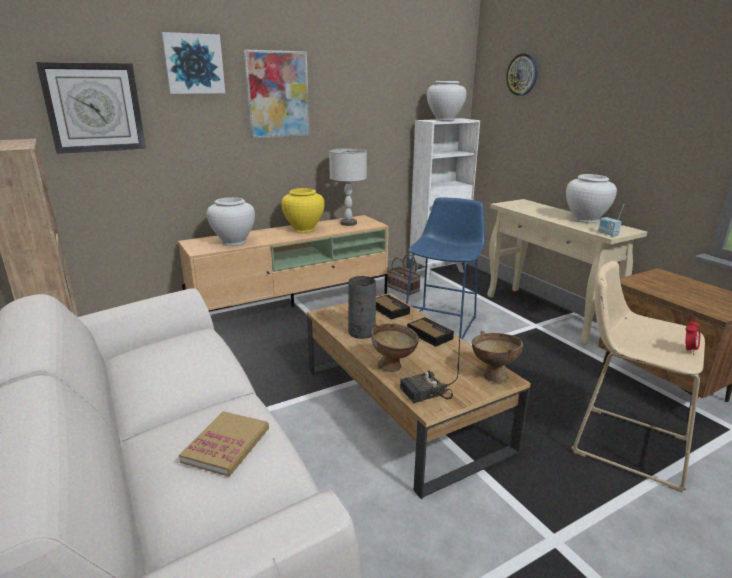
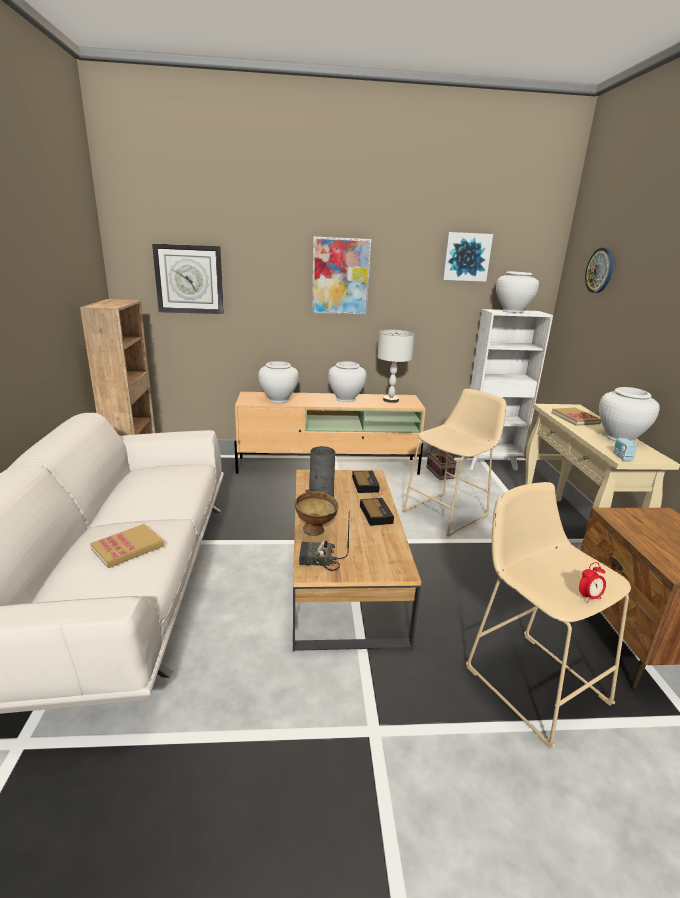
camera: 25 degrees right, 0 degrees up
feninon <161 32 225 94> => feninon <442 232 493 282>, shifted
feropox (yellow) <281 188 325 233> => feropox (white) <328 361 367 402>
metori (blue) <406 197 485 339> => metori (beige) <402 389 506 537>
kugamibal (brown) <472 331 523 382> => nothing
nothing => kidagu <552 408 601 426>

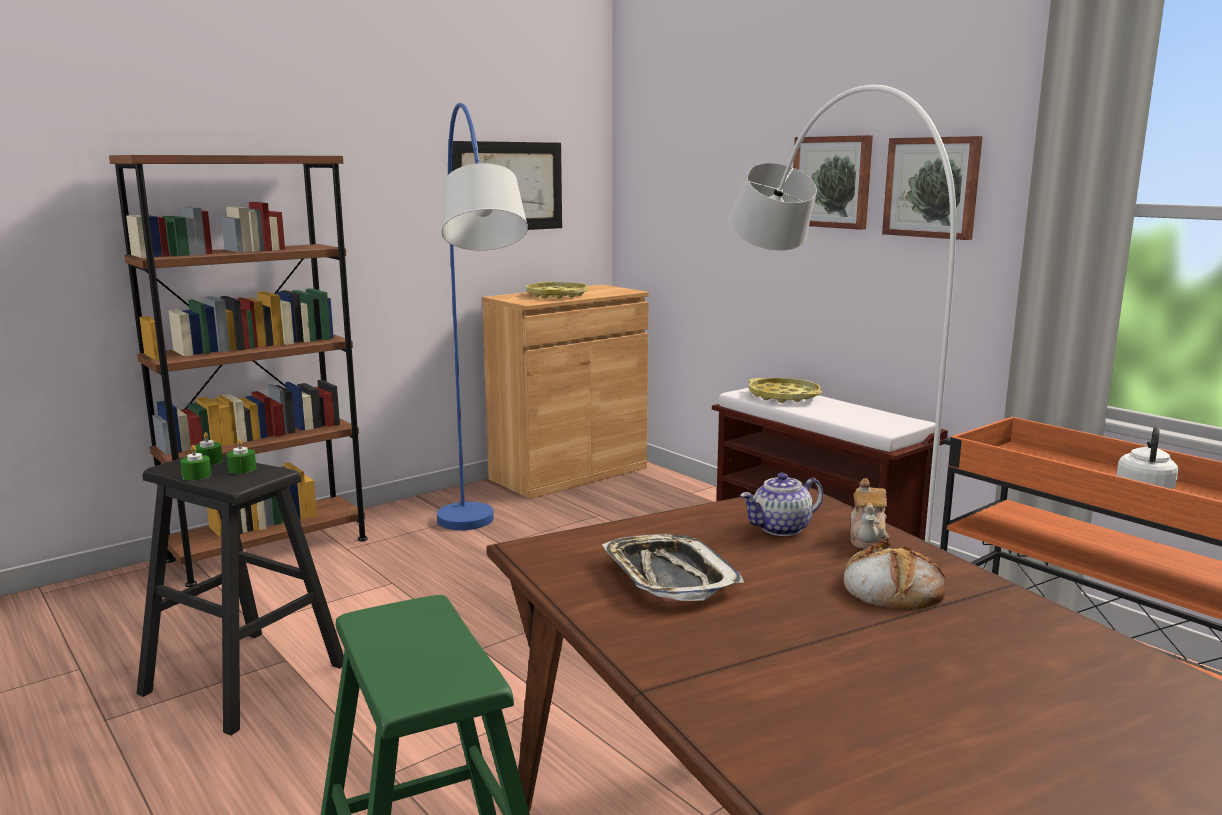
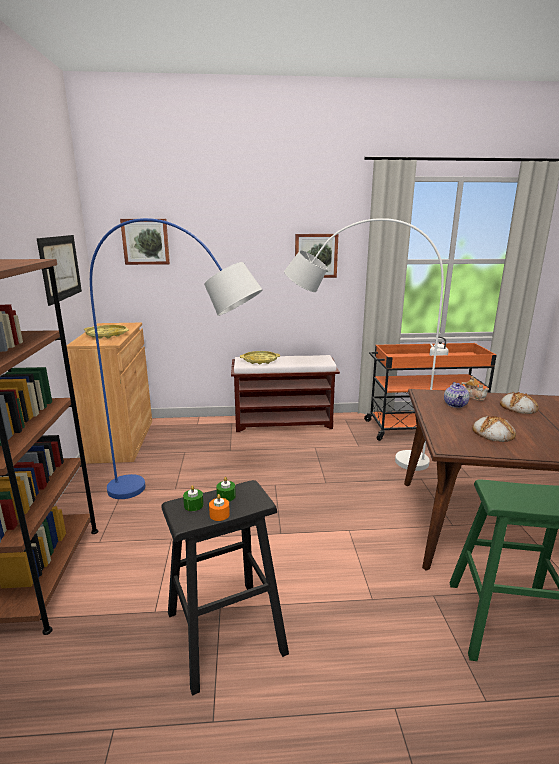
camera: 55 degrees left, 5 degrees up
feninon <793 135 873 230> => feninon <120 219 170 265>, shifted
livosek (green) <180 445 211 481> => livosek (orange) <209 494 230 521>
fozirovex <602 534 744 601> => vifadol <472 415 516 442>

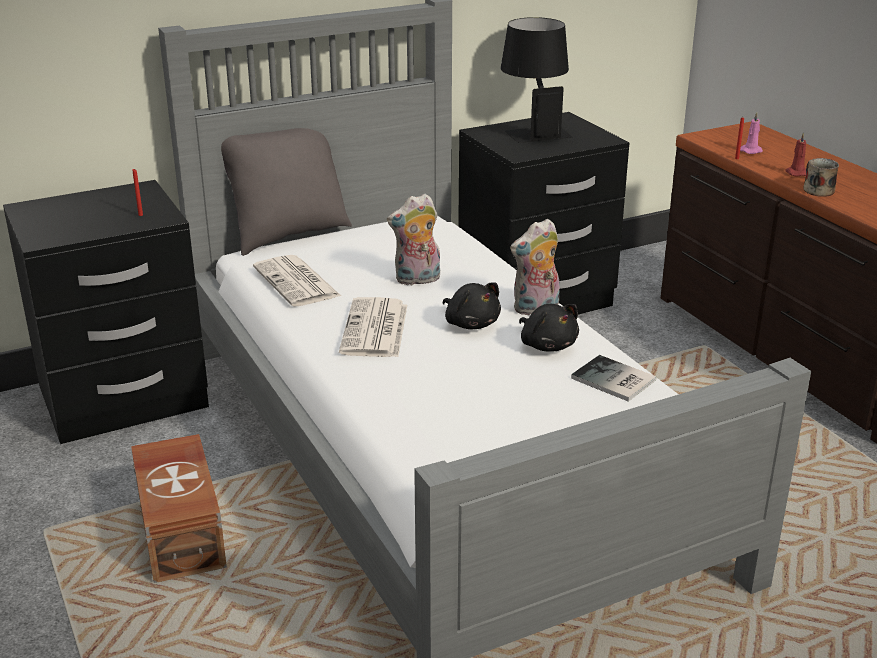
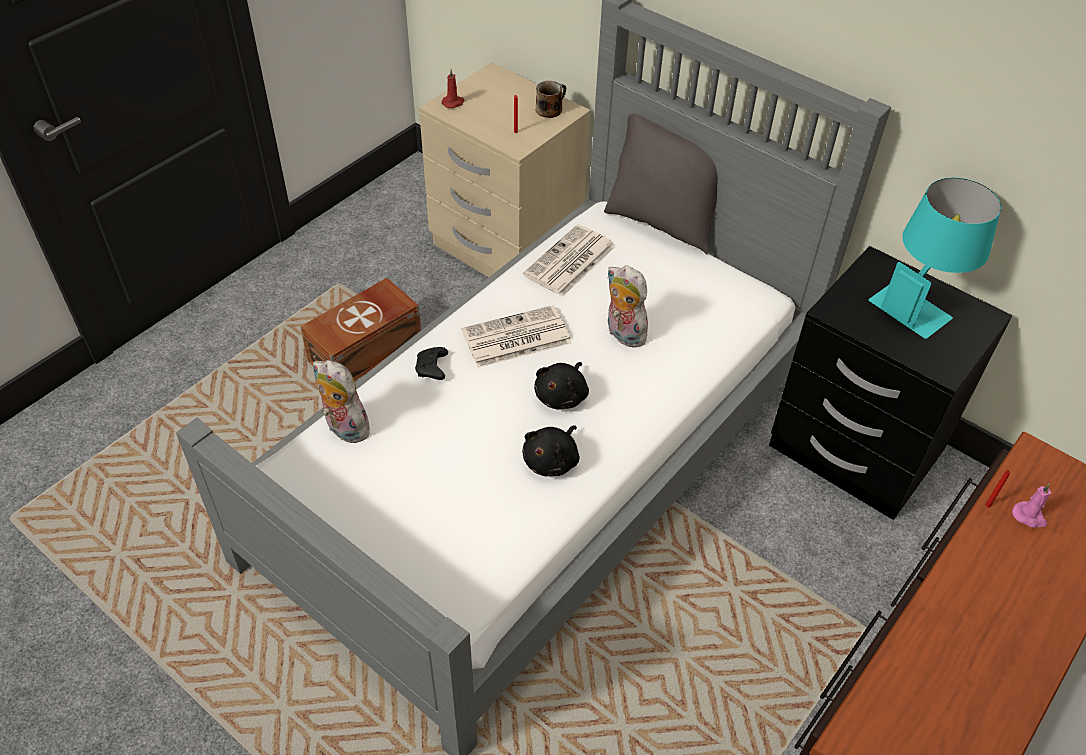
camera: 65 degrees right, 20 degrees up
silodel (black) <501 17 572 143> => silodel (turquoise) <869 178 1001 339>
livosek (red) <785 132 806 177> => livosek (red) <442 69 465 108>, shifted
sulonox <803 158 839 197> => sulonox <536 81 566 118>, shifted
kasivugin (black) <3 180 209 444> => kasivugin (beige) <419 62 591 277>
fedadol <510 219 560 315> => fedadol <313 360 371 443>, shifted
kidagu <571 355 657 402> => nothing
nothing => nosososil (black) <415 347 448 380>

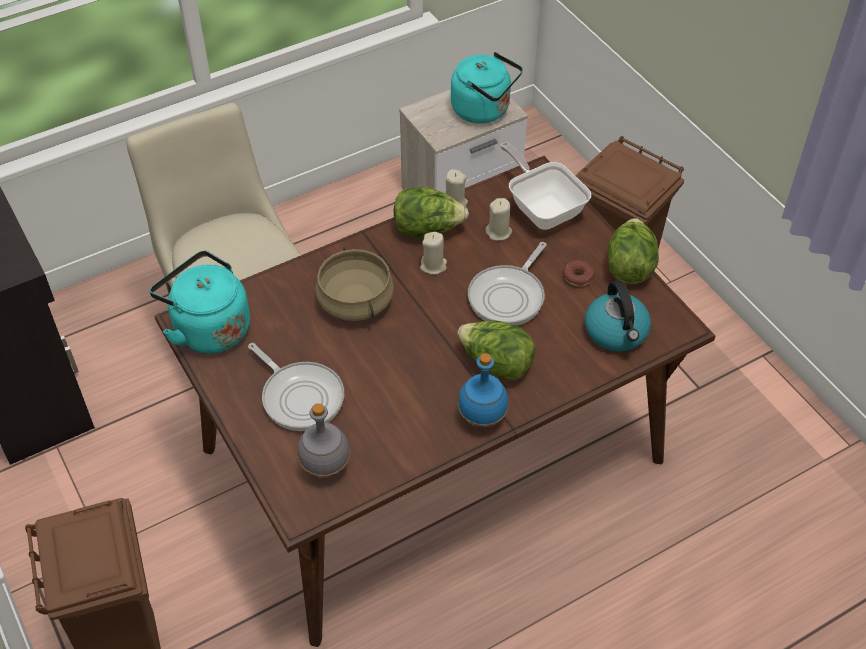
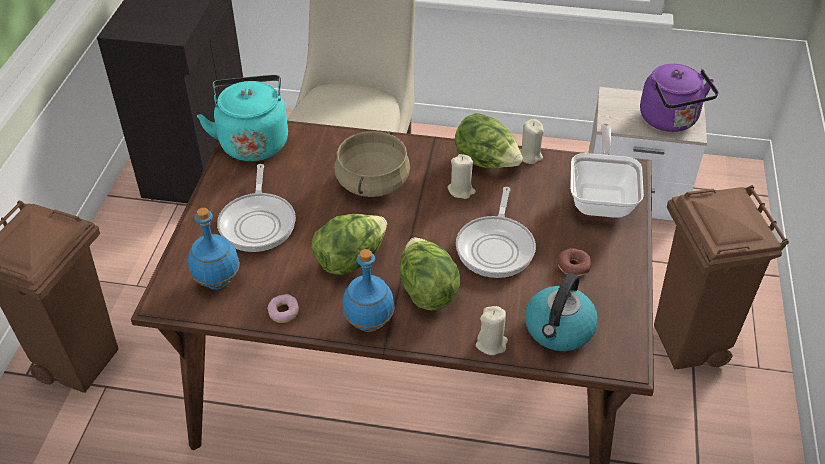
camera: 40 degrees right, 5 degrees down
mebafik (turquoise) <451 52 523 123> => mebafik (purple) <640 64 719 132>
livosek (beige) <485 198 512 241> => livosek (beige) <476 306 508 355>, shifted
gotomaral <608 218 659 284> => gotomaral <311 214 387 275>, shifted
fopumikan <468 242 547 326> => fopumikan <456 187 536 278>, 60 degrees counterclockwise
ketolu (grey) <298 403 350 478> => ketolu (blue) <188 208 240 290>
nothing => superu <268 294 299 323>

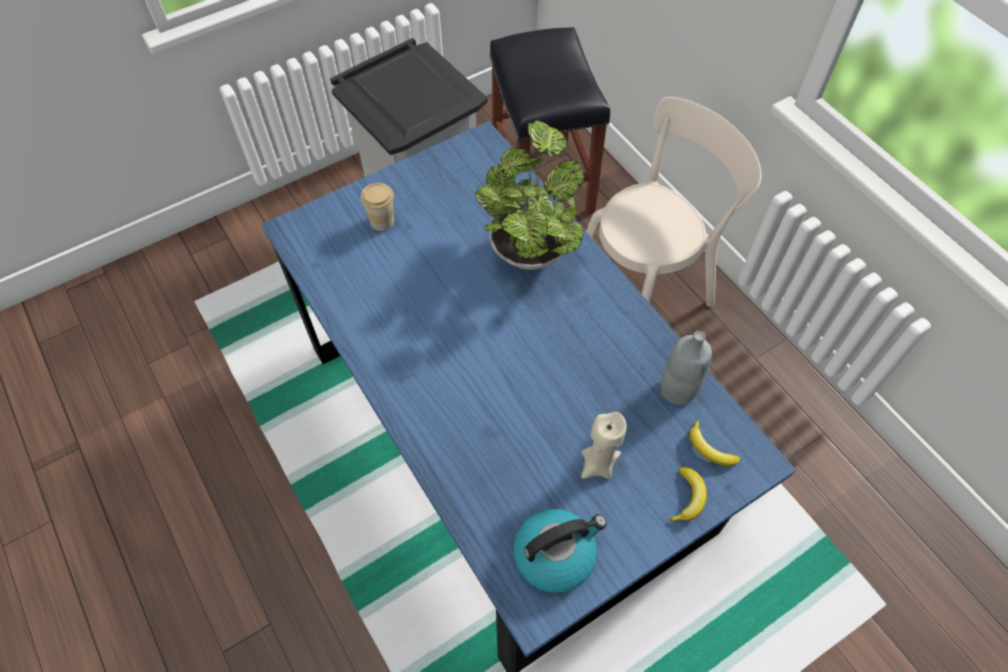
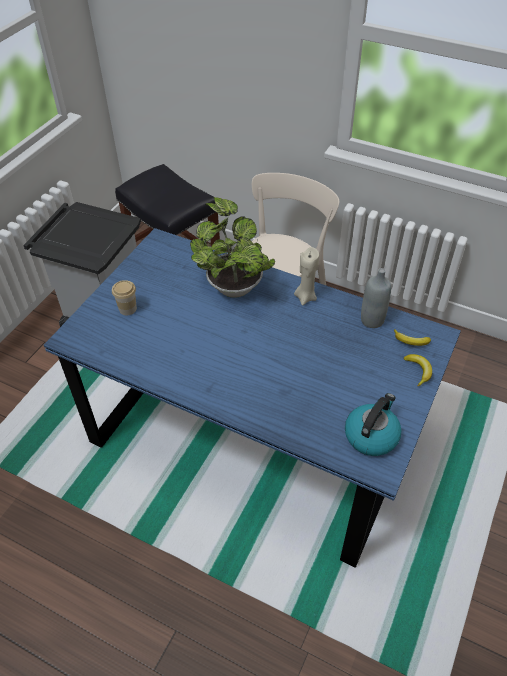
camera: 30 degrees left, 10 degrees down
livosek (beige) <581 412 627 479> => livosek (beige) <294 247 319 305>, shifted

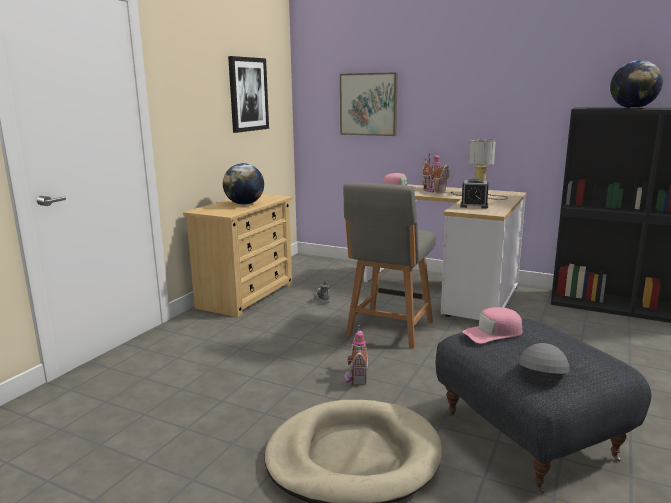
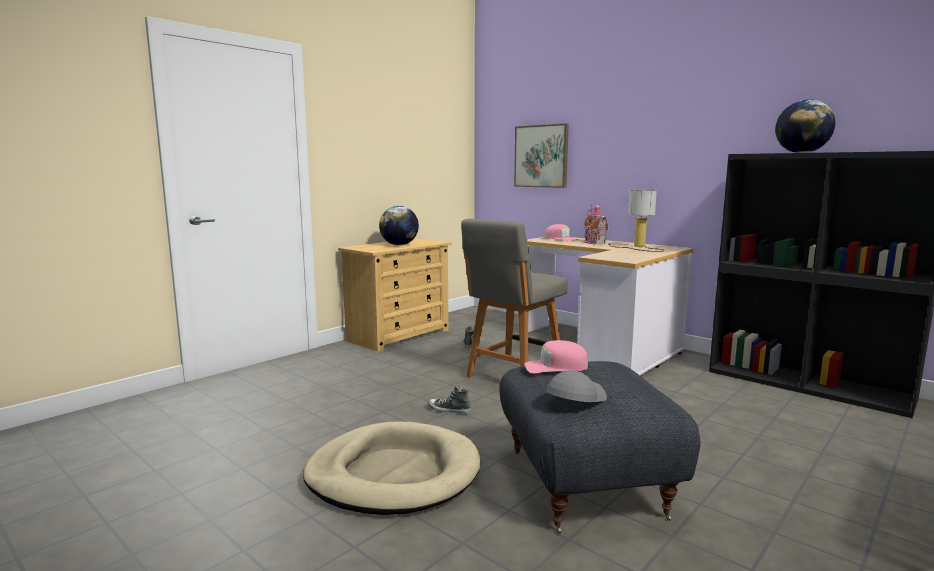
camera: 15 degrees right, 5 degrees down
feninon <228 56 269 133> => nothing
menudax <460 179 489 209> => nothing
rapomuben <345 324 368 384> => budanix <428 385 471 414>

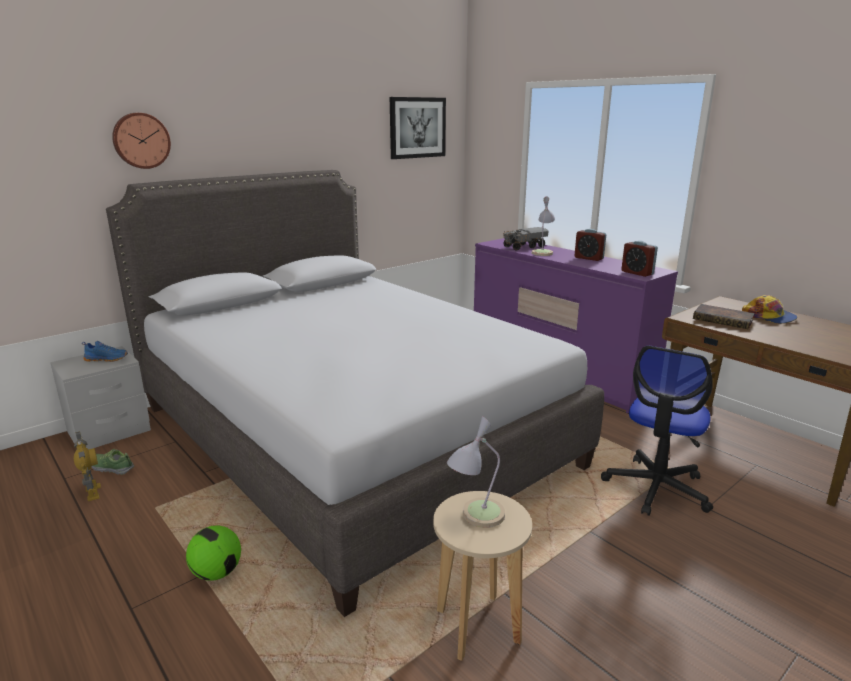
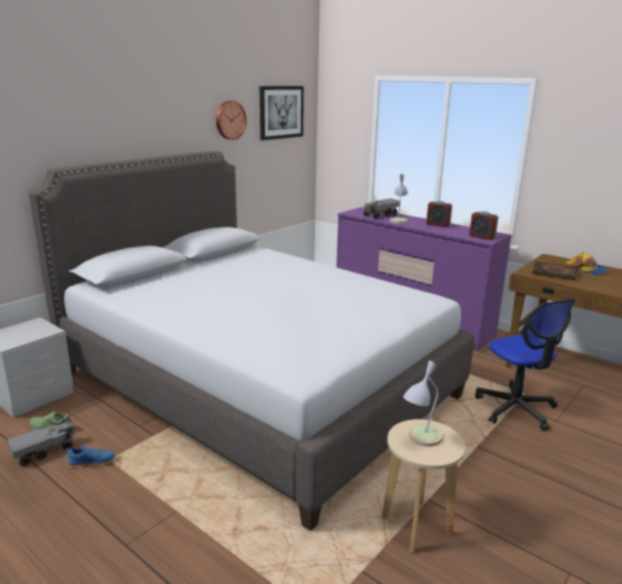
camera: 10 degrees left, 0 degrees up
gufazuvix <112 113 171 169> => gufazuvix <216 101 247 140>, shifted
budanix (blue) <82 341 128 362> => budanix (blue) <65 445 115 468>, shifted
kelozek <601 346 713 516> => kelozek <475 298 576 431>, 45 degrees counterclockwise
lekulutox <74 432 101 501> => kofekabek <6 421 76 467>
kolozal <186 525 241 581> => nothing

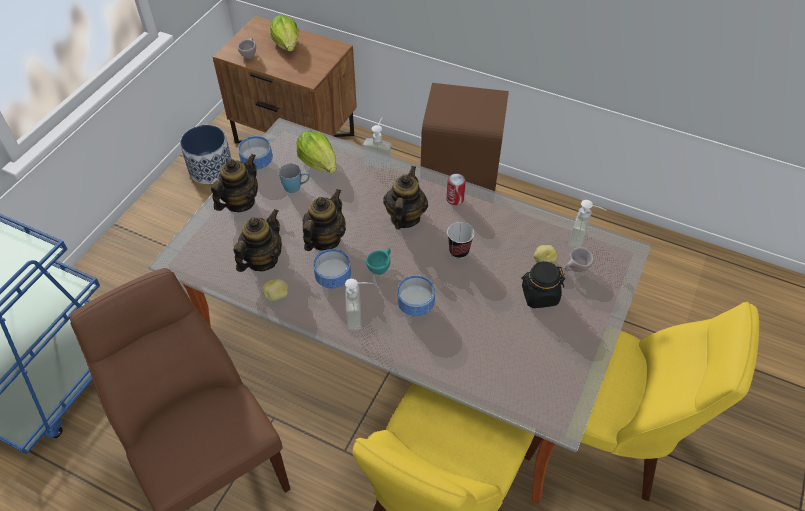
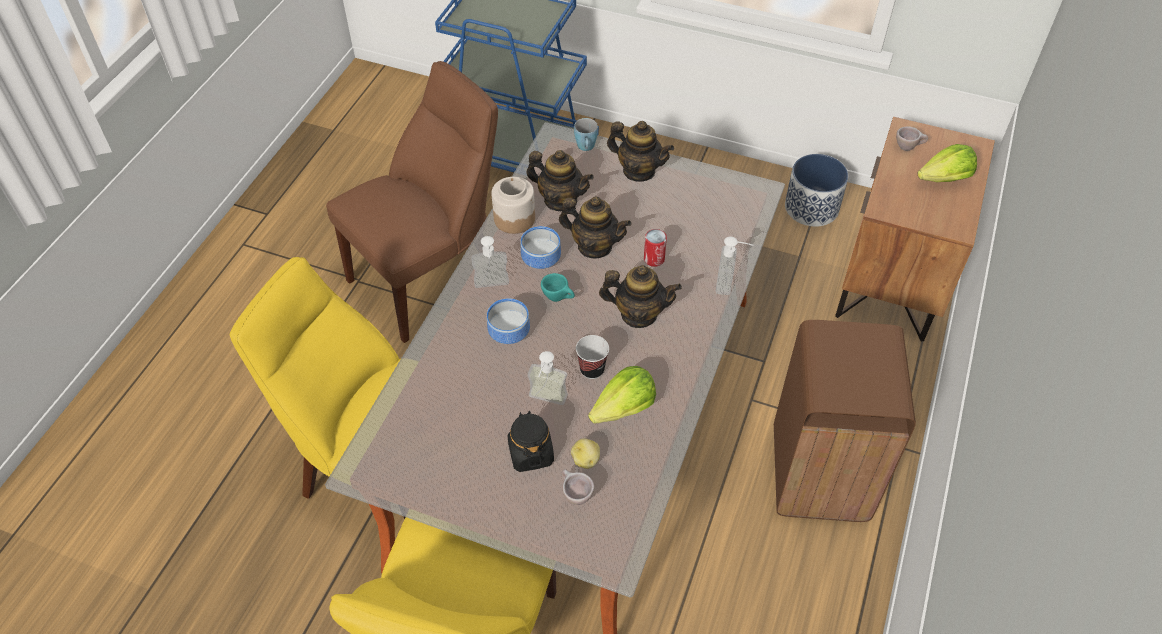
camera: 85 degrees right, 0 degrees up
gotomaral <296 131 336 173> => gotomaral <588 366 656 423>, shifted
kugamibal <238 136 273 170> => nothing
sulonox (blue) <279 163 310 193> => sulonox (blue) <574 118 598 151>, shifted
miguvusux <446 174 466 205> => miguvusux <644 229 667 267>, shifted
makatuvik <568 200 606 249> => makatuvik <528 351 568 405>, shifted
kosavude <263 279 288 301> => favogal <492 177 535 234>

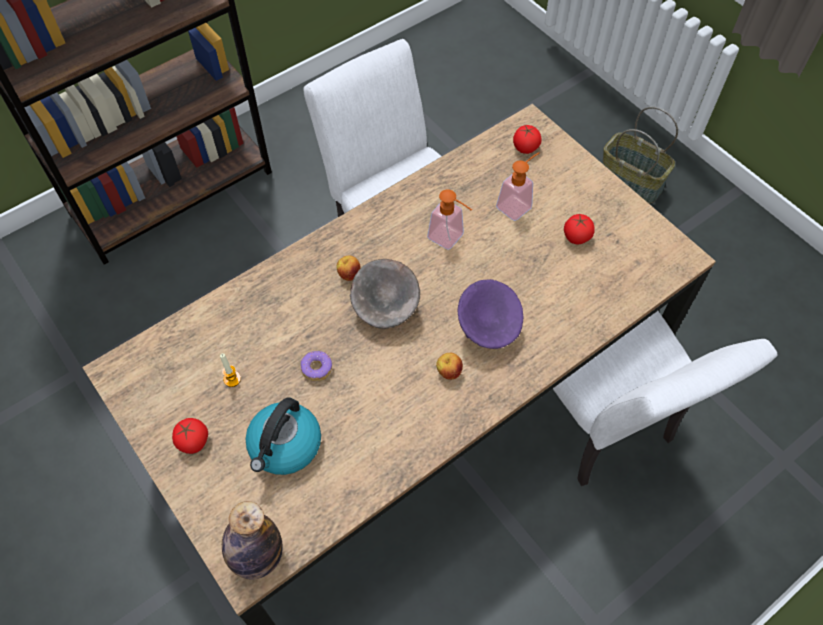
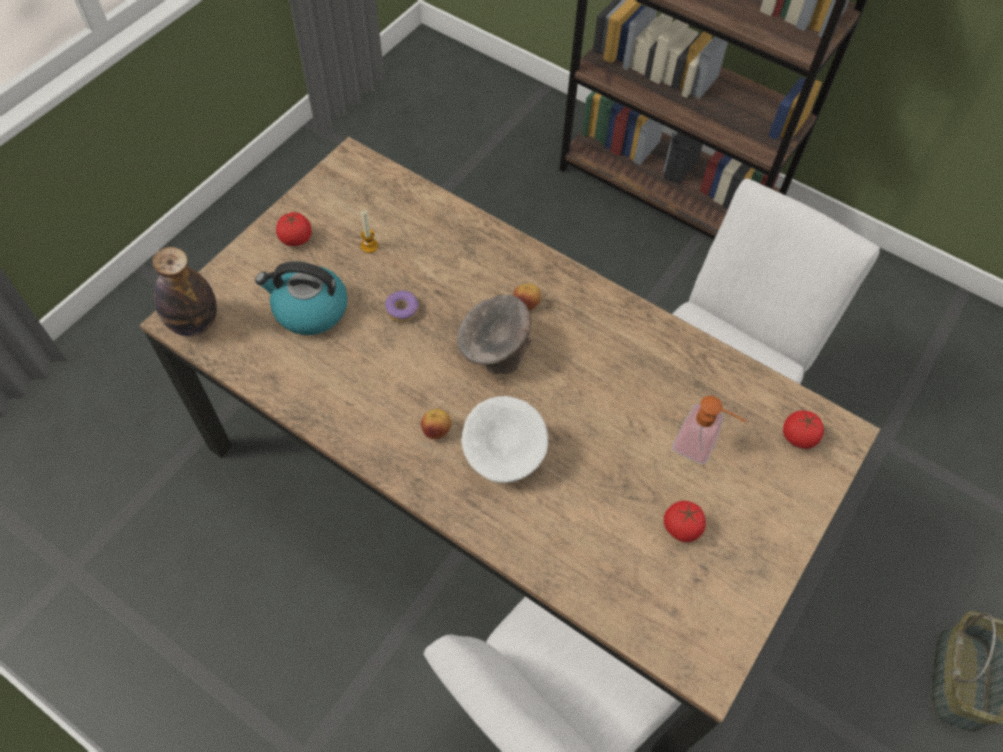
camera: 70 degrees right, 0 degrees up
makatuvik <427 189 472 250> => nothing
kugamibal (purple) <458 279 524 349> => kugamibal (white) <461 396 549 483>

